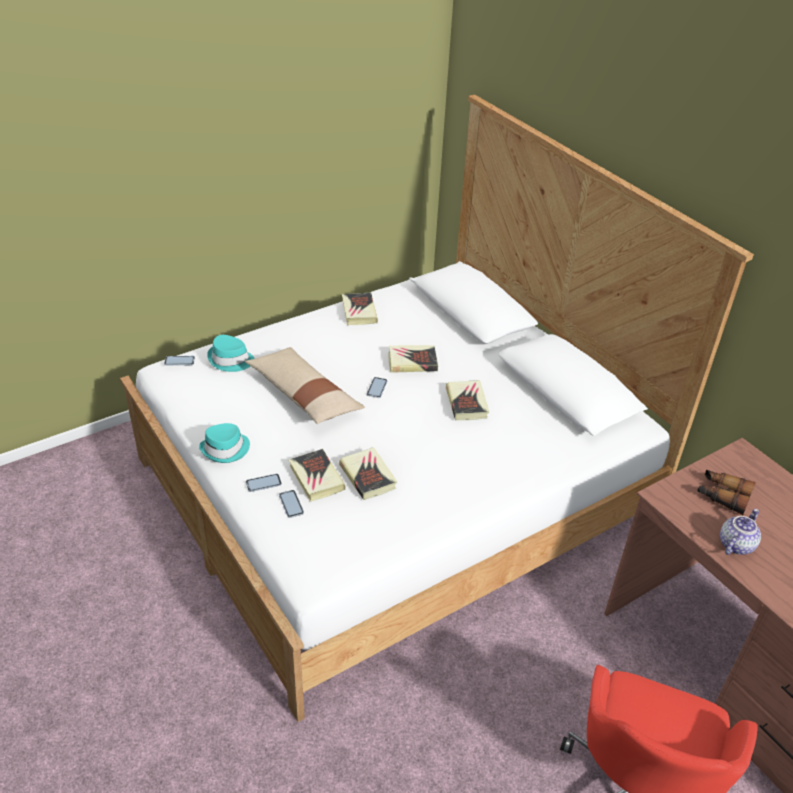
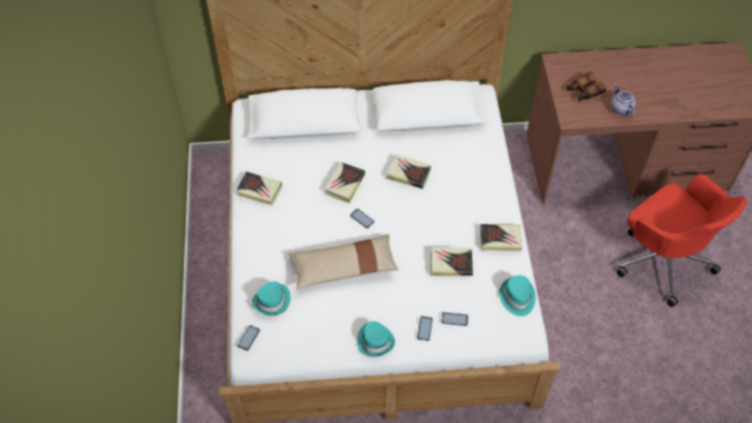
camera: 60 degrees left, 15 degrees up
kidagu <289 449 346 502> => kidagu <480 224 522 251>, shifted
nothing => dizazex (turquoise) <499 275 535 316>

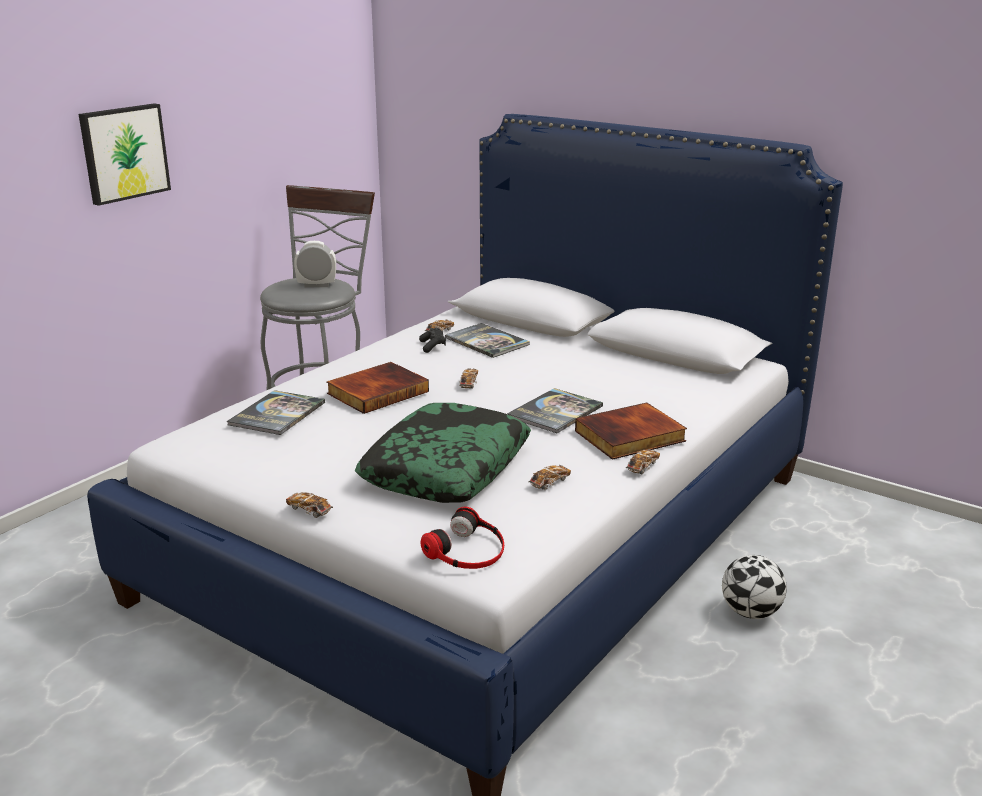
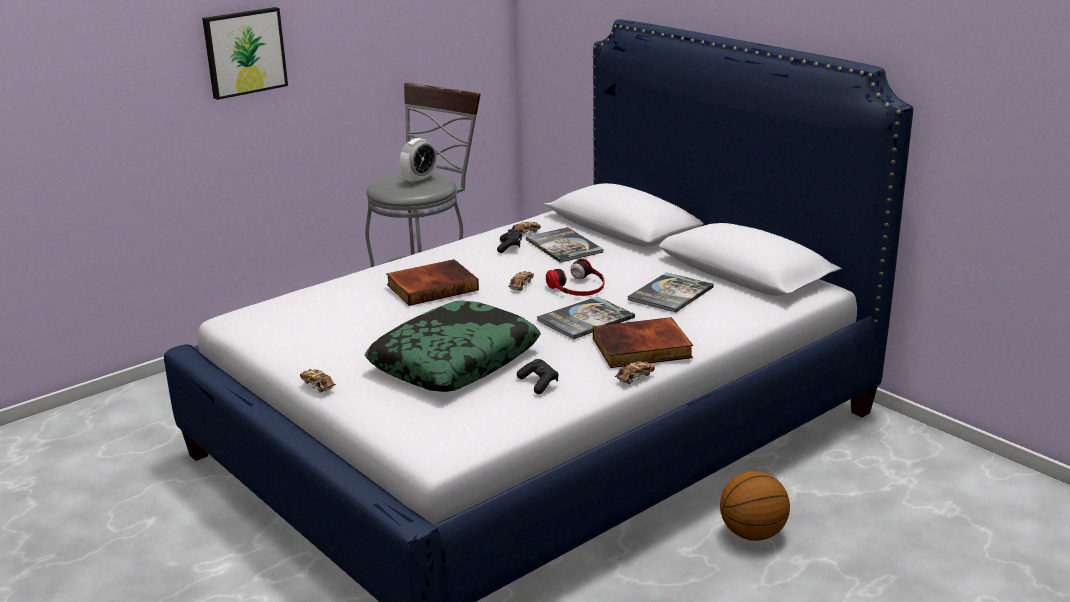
camera: 15 degrees right, 0 degrees up
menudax <294 241 336 288> => menudax <400 138 436 185>, 120 degrees clockwise
kidagu <227 390 325 435> => kidagu <627 273 714 312>, shifted
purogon <528 465 571 490> => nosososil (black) <517 359 559 394>
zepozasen <421 507 504 569> => zepozasen <546 258 605 296>, shifted
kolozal <722 555 787 619> => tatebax <720 471 790 541>

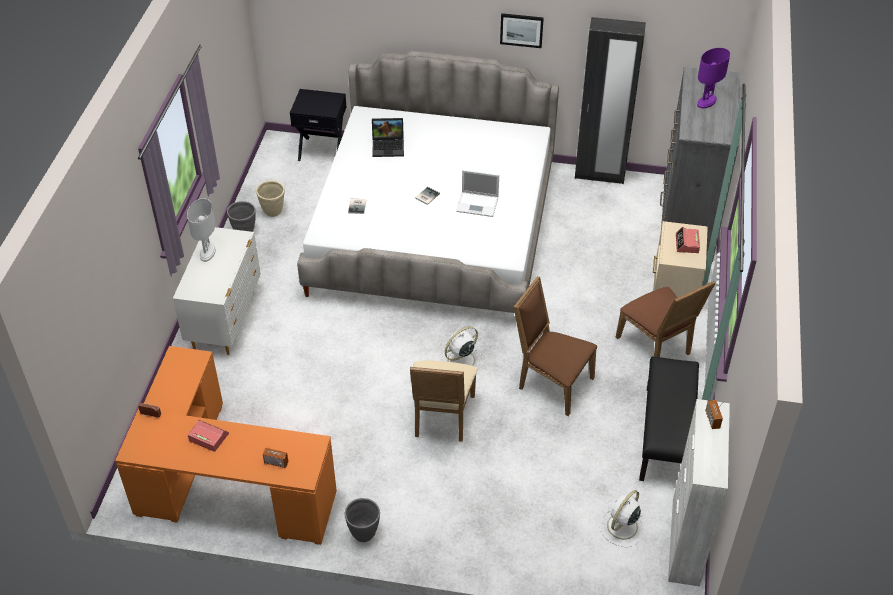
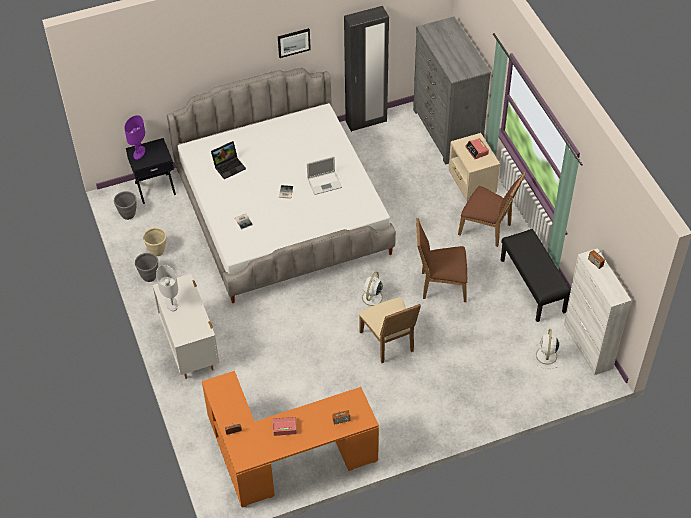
camera: 30 degrees left, 5 degrees up
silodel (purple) <697 48 730 108> => silodel (purple) <124 115 145 160>, shifted
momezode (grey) <345 498 380 542> => momezode (grey) <114 191 137 220>, shifted

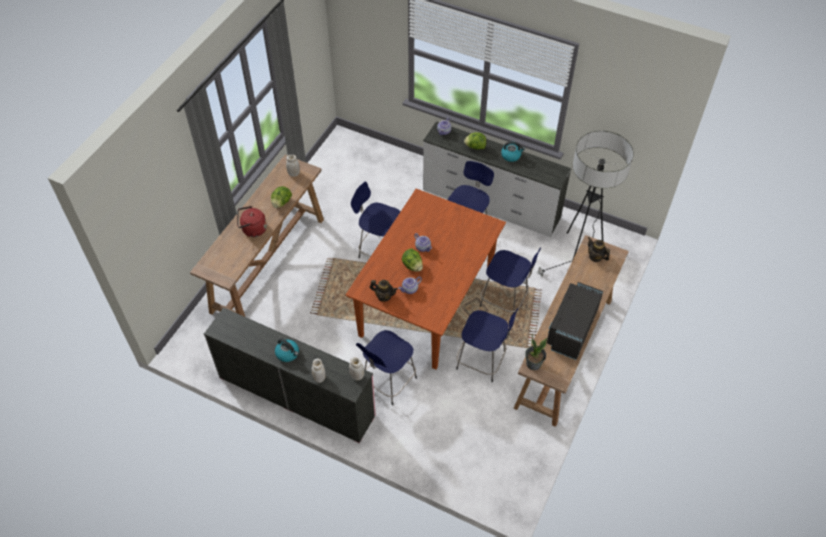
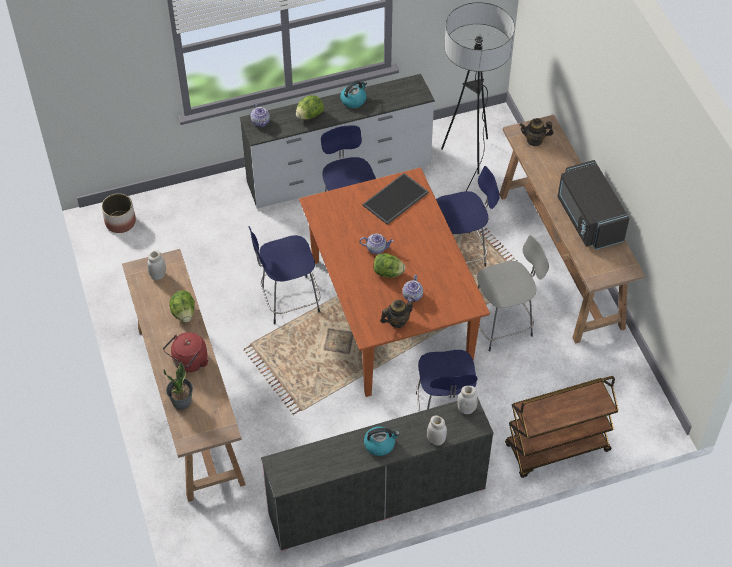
camera: 45 degrees left, 0 degrees up
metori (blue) <456 308 518 382> => metori (grey) <477 235 549 352>
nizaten <525 333 548 370> => nizaten <164 361 193 410>, shifted
nothing => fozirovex <362 173 429 225>
nothing => momezode <101 193 136 233>
nothing => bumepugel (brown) <505 376 619 478>

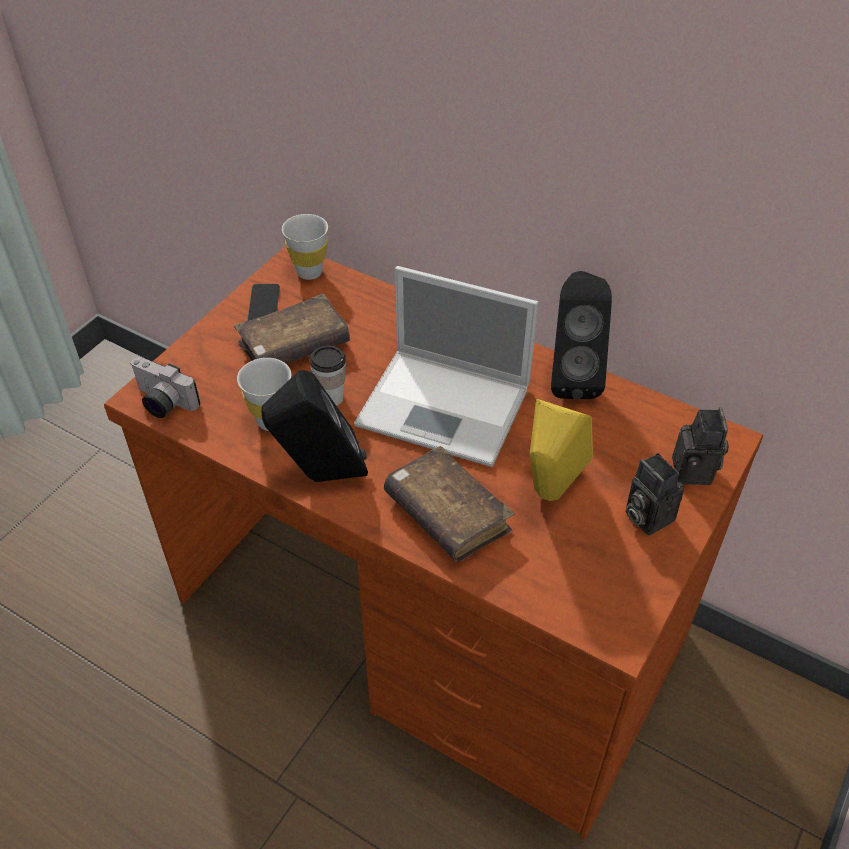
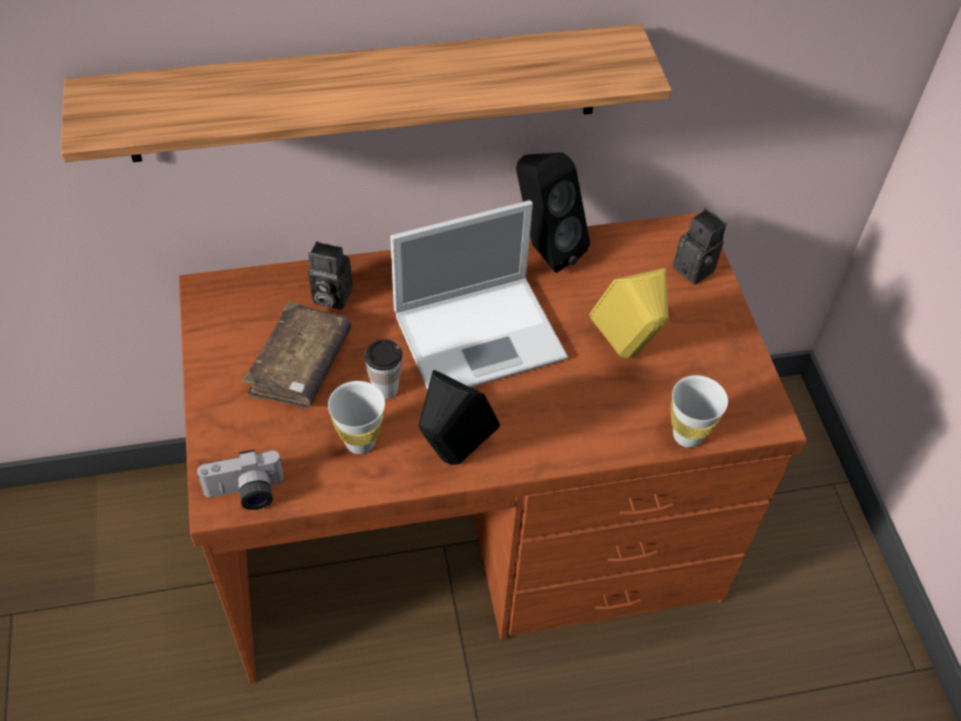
camera: 45 degrees left, 5 degrees up
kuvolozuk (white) <282 214 328 280> => kuvolozuk (white) <671 375 728 448>, shifted
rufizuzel <248 284 280 321> => nothing
kidagu (brown) <384 446 514 562> => nothing
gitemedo <625 453 684 535> => gitemedo <308 241 353 310>, shifted
nothing => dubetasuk <61 24 672 162>

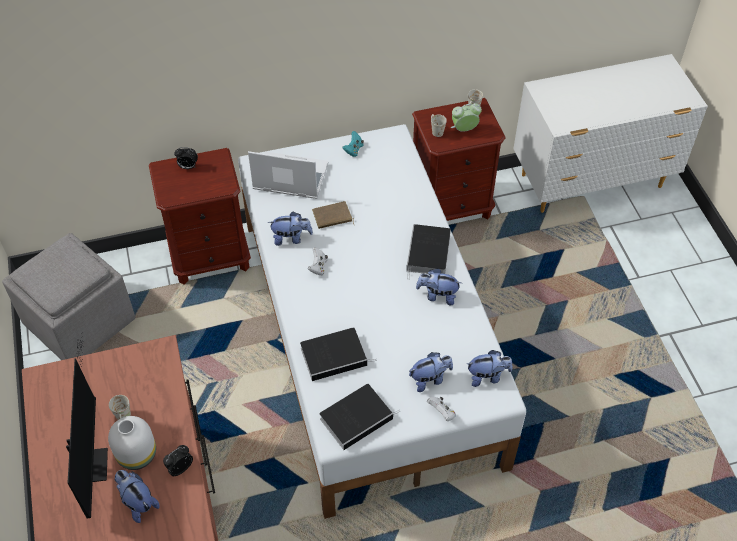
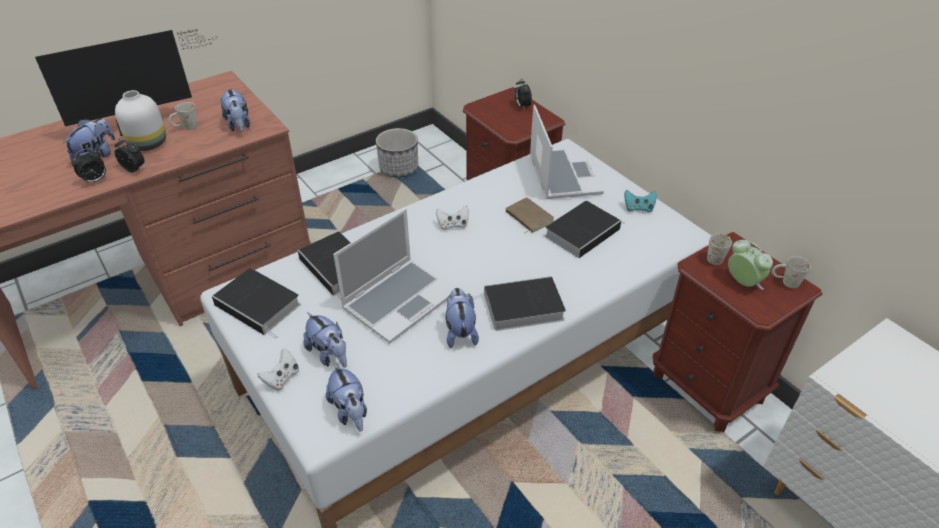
camera: 70 degrees right, 10 degrees down
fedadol <268 212 313 246> => fedadol <221 87 250 132>, shifted
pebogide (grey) <2 233 135 360> => momezode <376 128 418 177>
nothing => menudax <71 148 106 184>
nothing => kidagu <545 201 625 258>
nothing => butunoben <333 209 454 343>

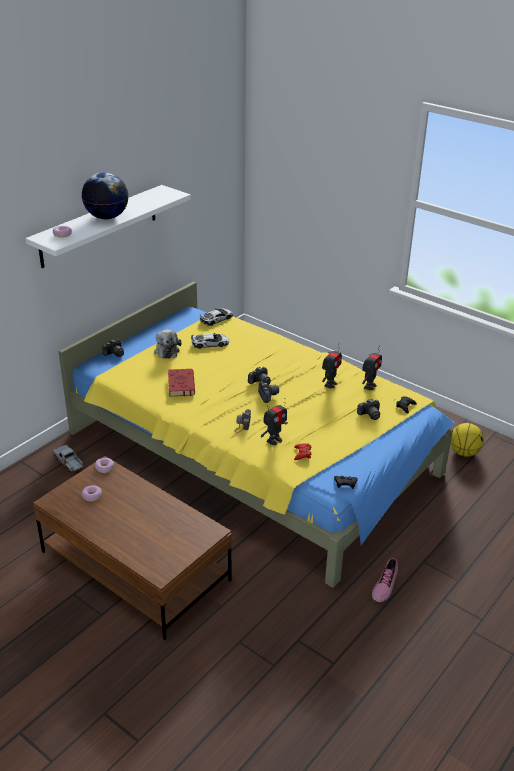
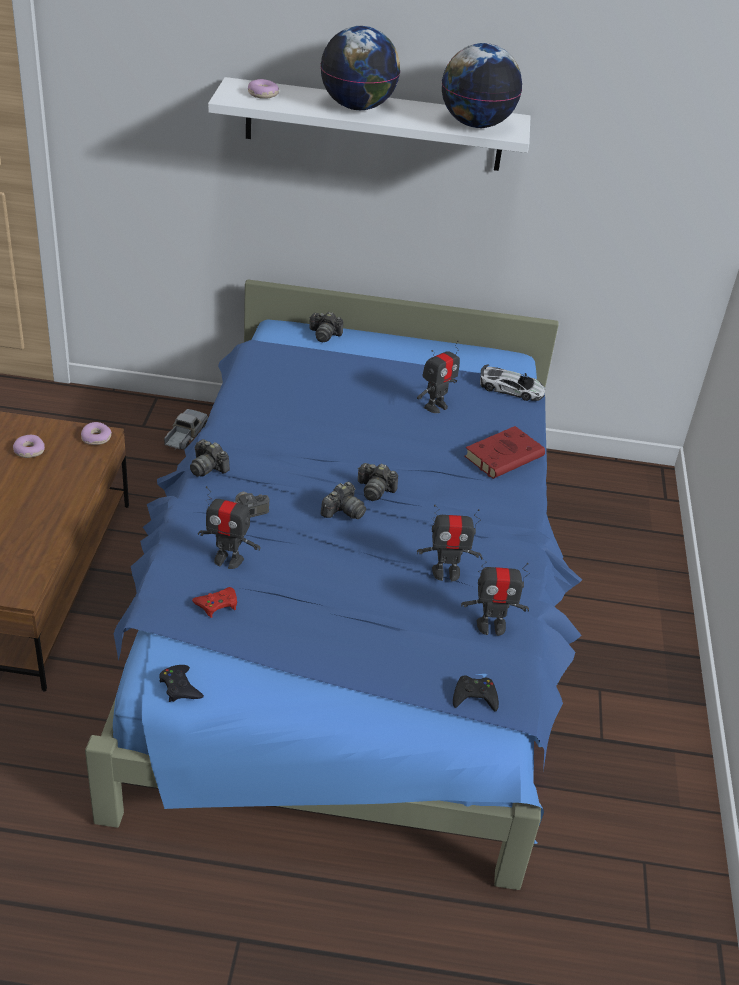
camera: 55 degrees right, 5 degrees up
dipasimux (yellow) <59 282 455 588> => dipasimux (blue) <85 279 582 890>
fedadol <154 330 181 359> => nothing
purogon <191 333 229 349> => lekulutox <417 341 460 413>
kidagu (red) <168 369 195 397> => kidagu (red) <465 426 545 479>, shifted
gitemedo <357 399 380 420> => gitemedo <190 439 230 477>, shifted
tatebax <450 423 484 457> => nothing
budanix <372 558 398 602> => nothing
nothing => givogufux <442 43 522 128>

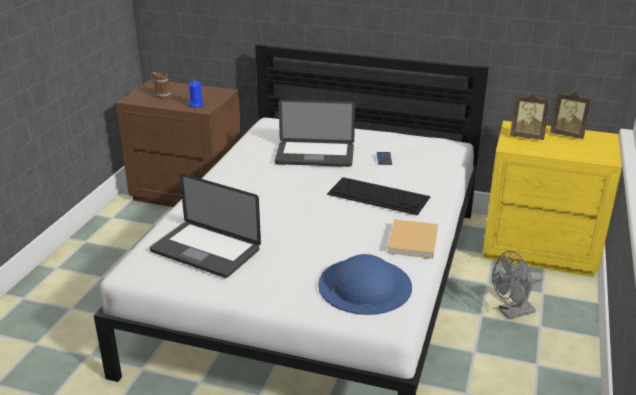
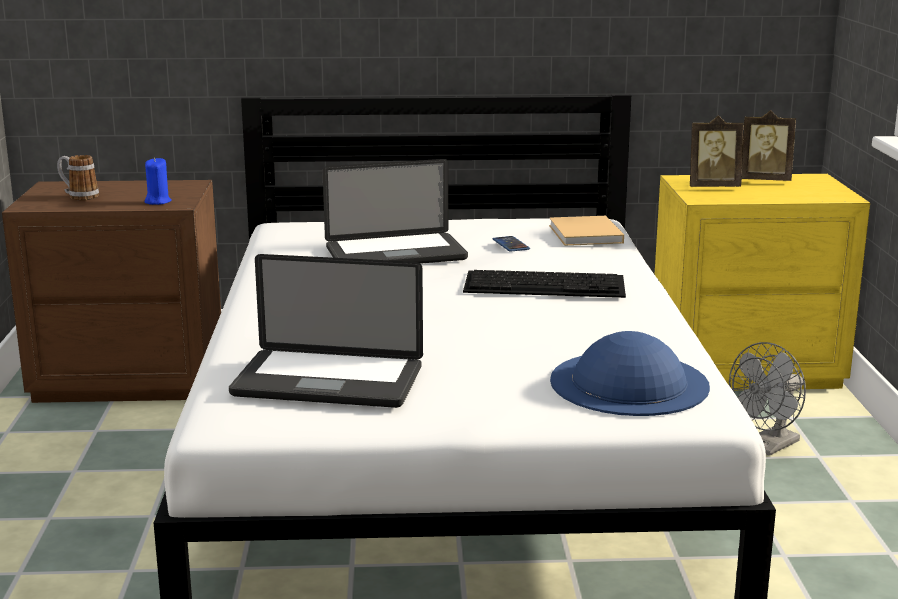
camera: 20 degrees left, 10 degrees down
kidagu (beige) <387 219 438 259> => kidagu (beige) <549 216 624 246>, shifted

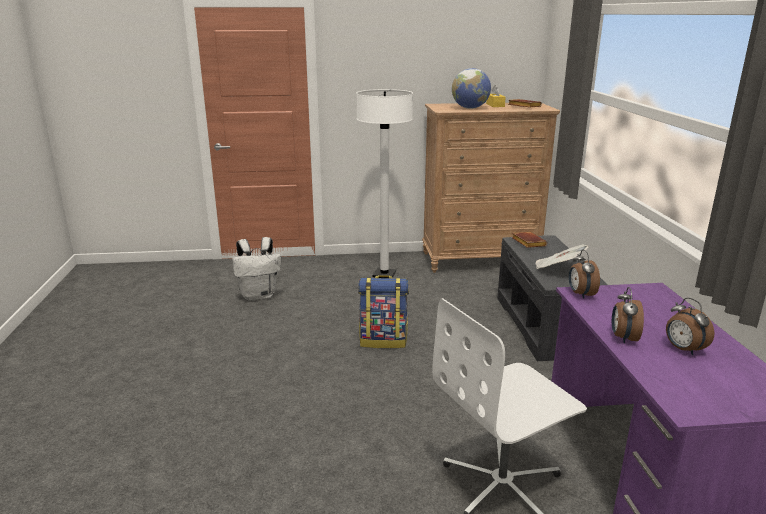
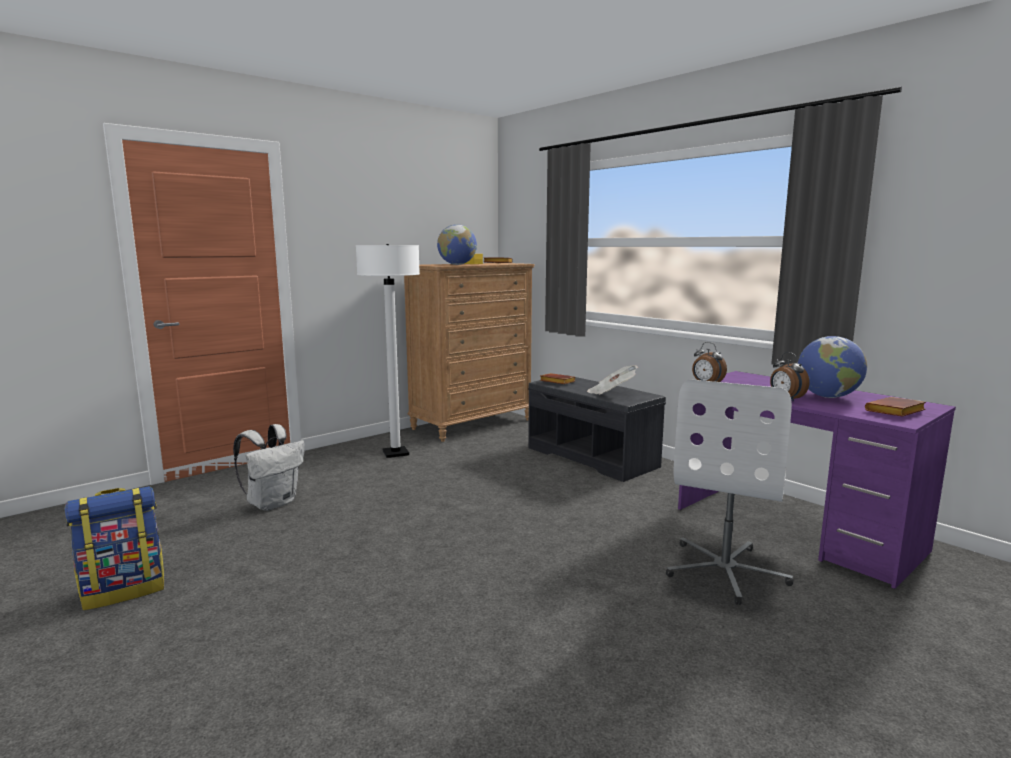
camera: 35 degrees left, 10 degrees down
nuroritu <358 275 409 348> => nuroritu <65 486 164 611>, shifted
menudax <666 297 715 355> => givogufux <798 336 867 398>
nothing => kidagu (brown) <865 397 926 417>

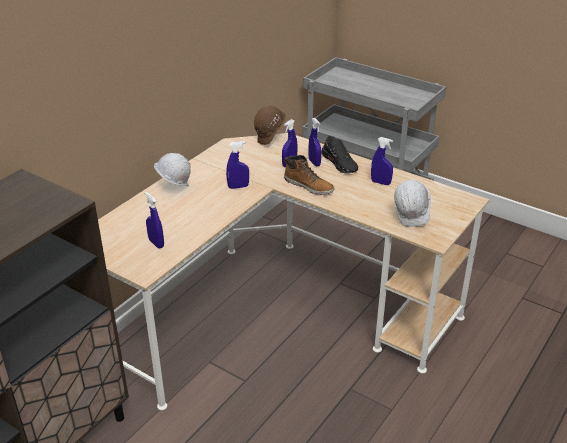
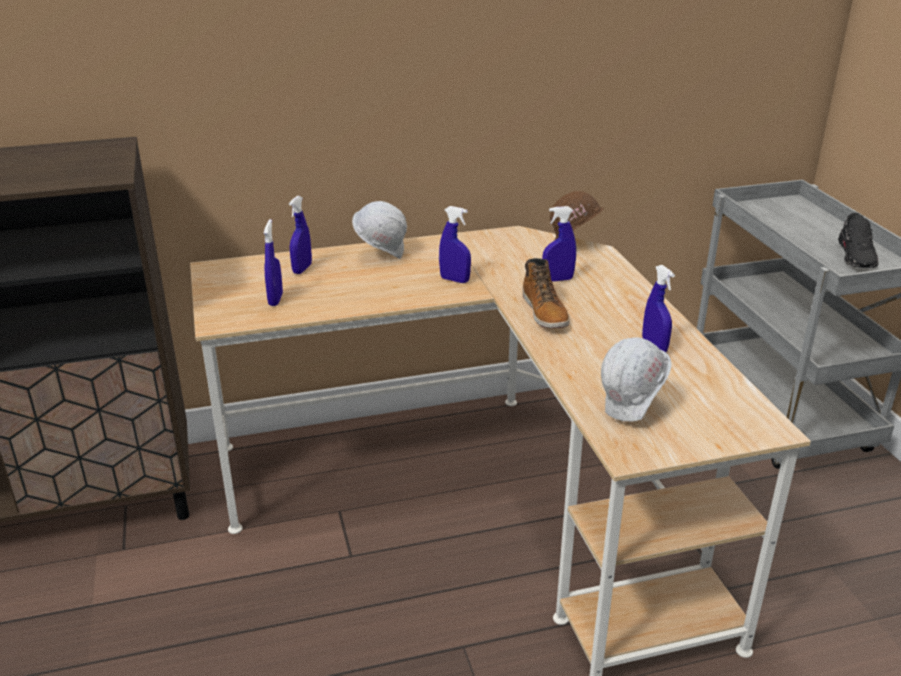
camera: 40 degrees right, 5 degrees down
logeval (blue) <309 118 321 166> => logeval (blue) <289 196 312 274>, shifted
budanix (black) <321 136 358 174> => budanix (black) <838 212 879 268>, shifted

